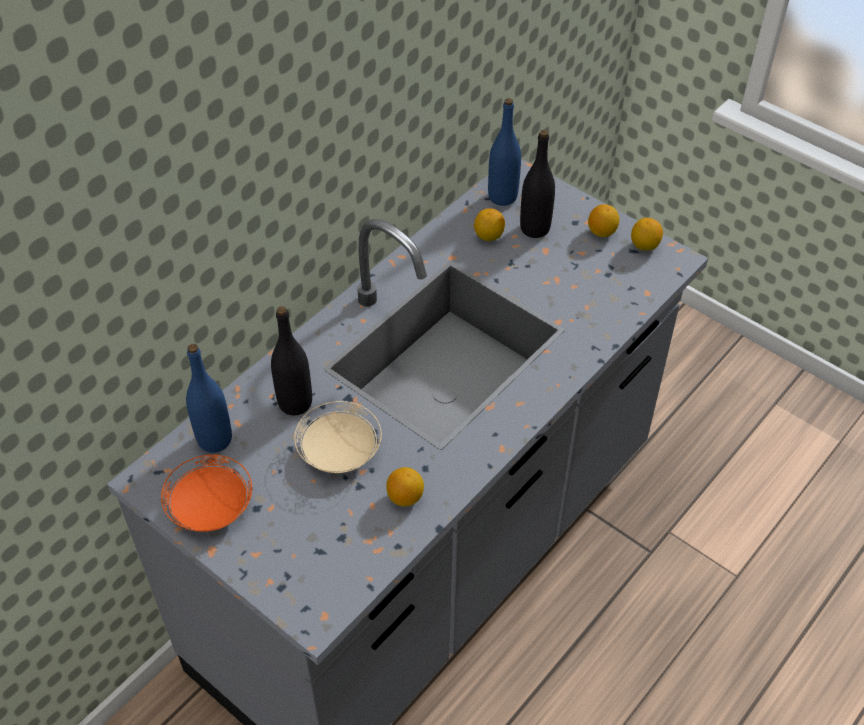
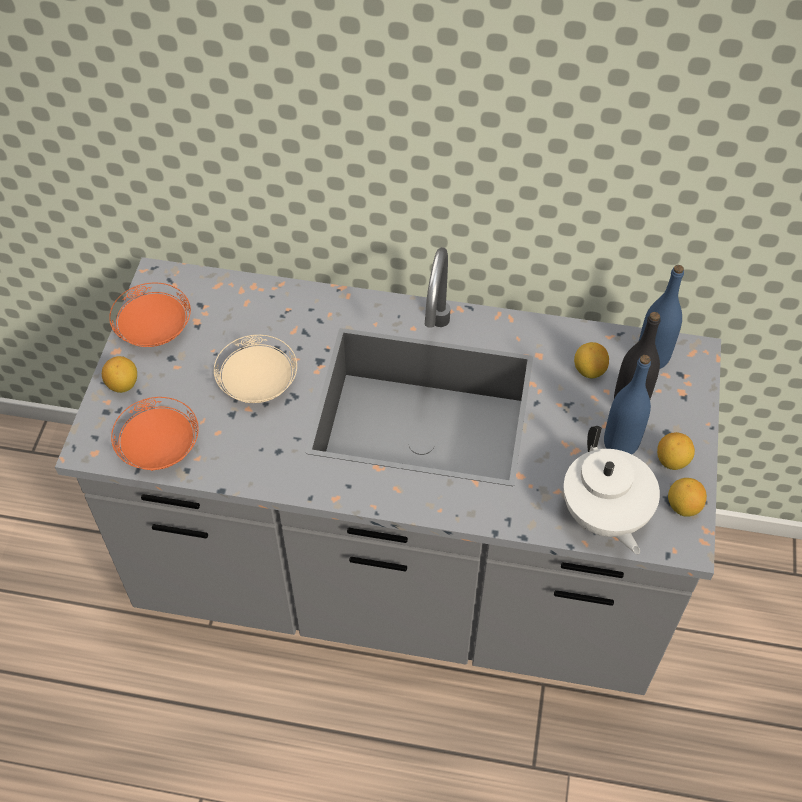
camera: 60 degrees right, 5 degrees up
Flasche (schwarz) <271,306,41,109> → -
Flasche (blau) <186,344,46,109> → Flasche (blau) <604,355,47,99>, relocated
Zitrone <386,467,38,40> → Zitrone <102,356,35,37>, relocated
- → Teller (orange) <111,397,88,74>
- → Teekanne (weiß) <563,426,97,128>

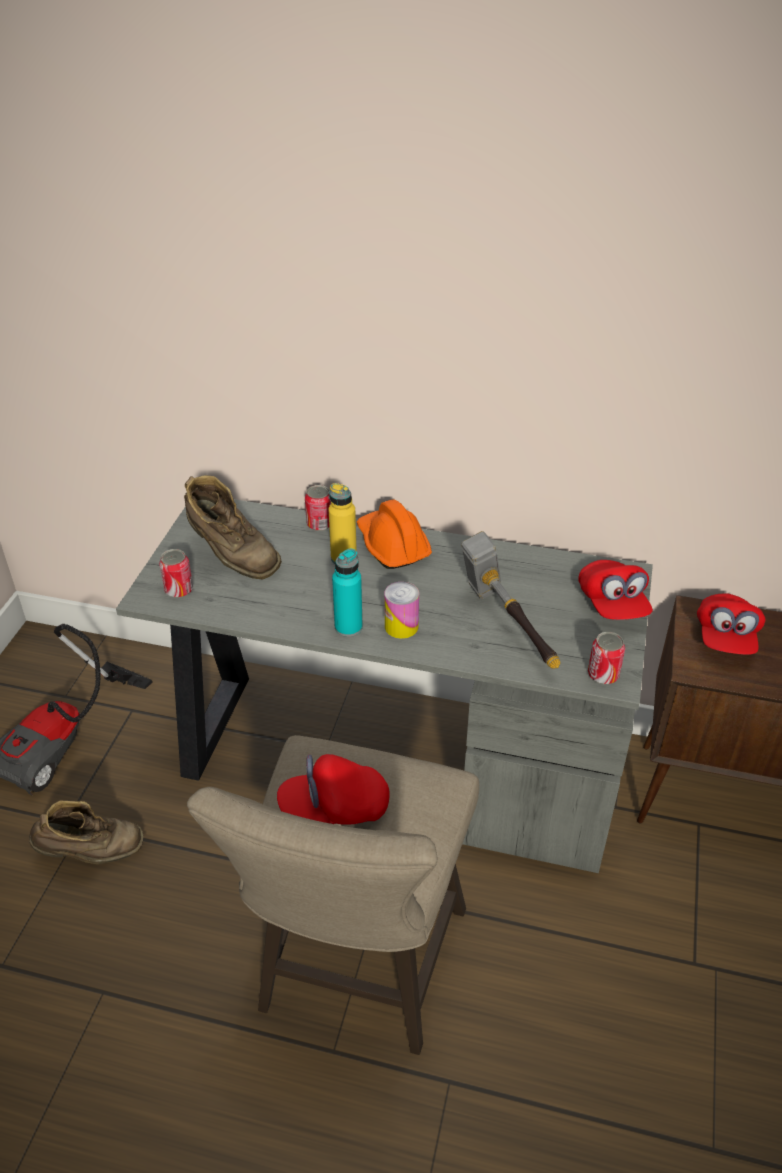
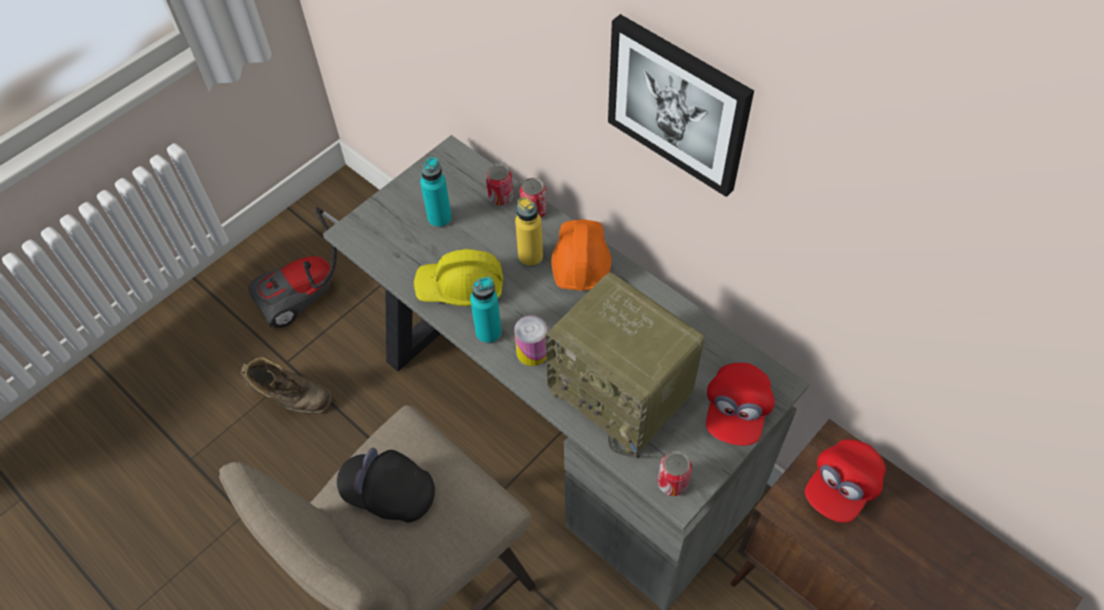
camera: 30 degrees right, 15 degrees up
Stiefel (braun) <184,475,98,105> → Flasche (türkis) <420,157,32,71>
Hammer <461,531,99,138> → Radio <545,272,160,186>
Dose <159,549,34,49> → Dose <486,164,27,41>, relocated
Kappe (rot) <277,754,113,71> → Kappe (schwarz) <337,448,98,74>
- → Bild <608,14,146,183>
- → Schutzhelm (gelb) <414,249,89,57>

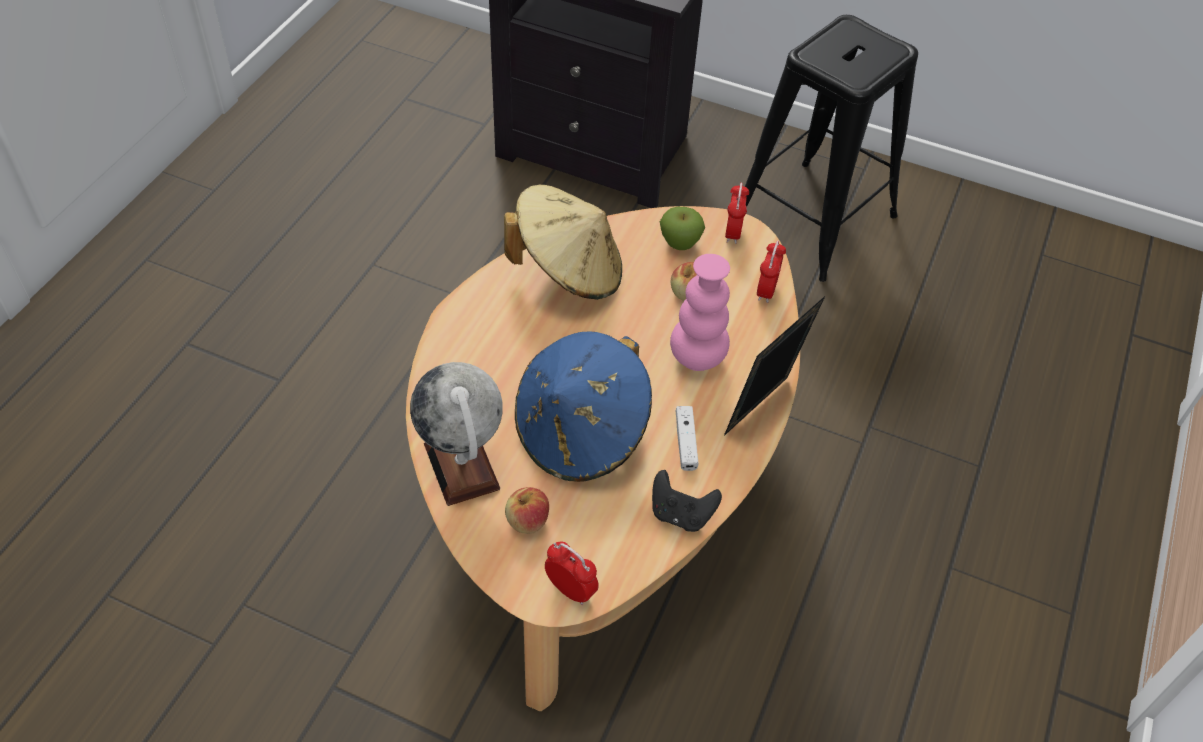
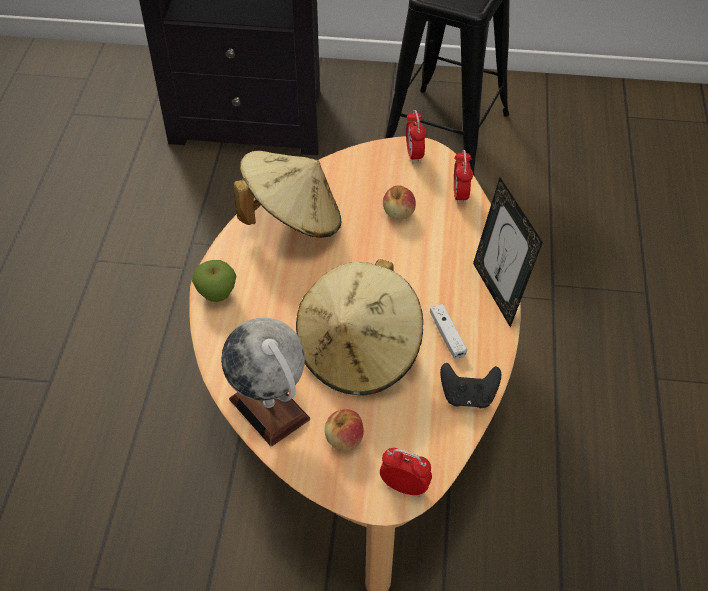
camera: 15 degrees left, 0 degrees up
Apfel <660,207,45,43> → Apfel <192,260,44,42>, relocated
Vase (rosa) <670,254,60,117> → -
Bilderrahmen <724,296,101,140> → Bilderrahmen <473,177,70,151>, 45 degrees counterclockwise
Hut (blau) <515,332,137,150> → Hut (beige) <296,259,127,137>

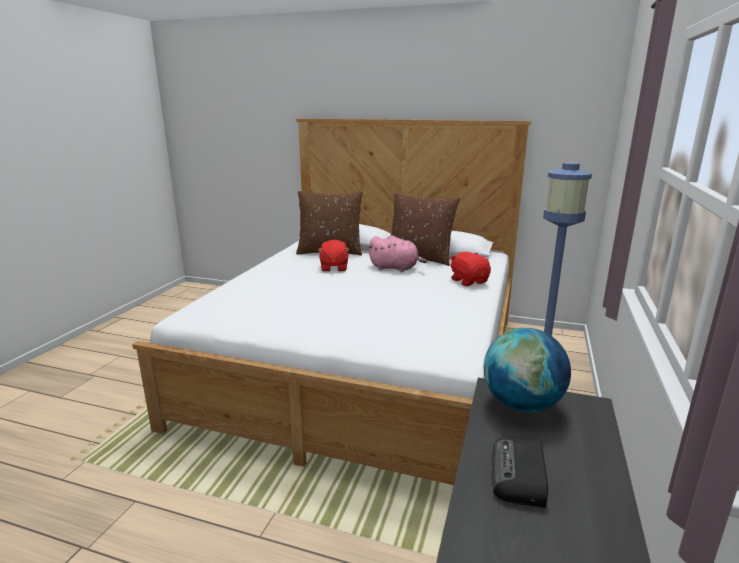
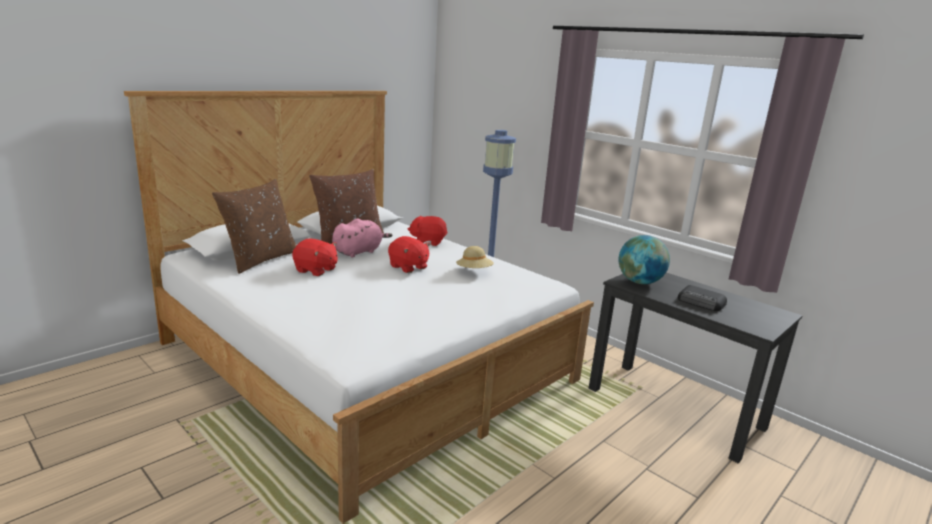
camera: 65 degrees left, 0 degrees up
- → Plüschtier (rot) <388,236,42,37>
- → Hut (beige) <456,246,38,22>

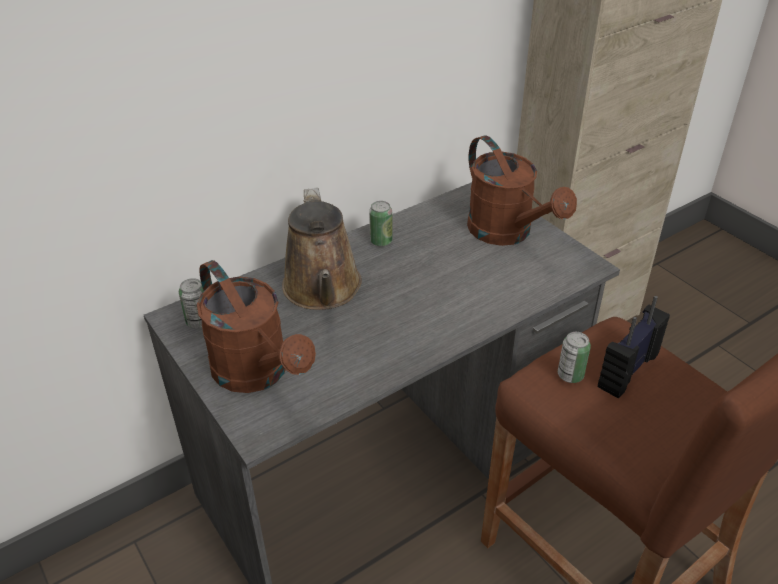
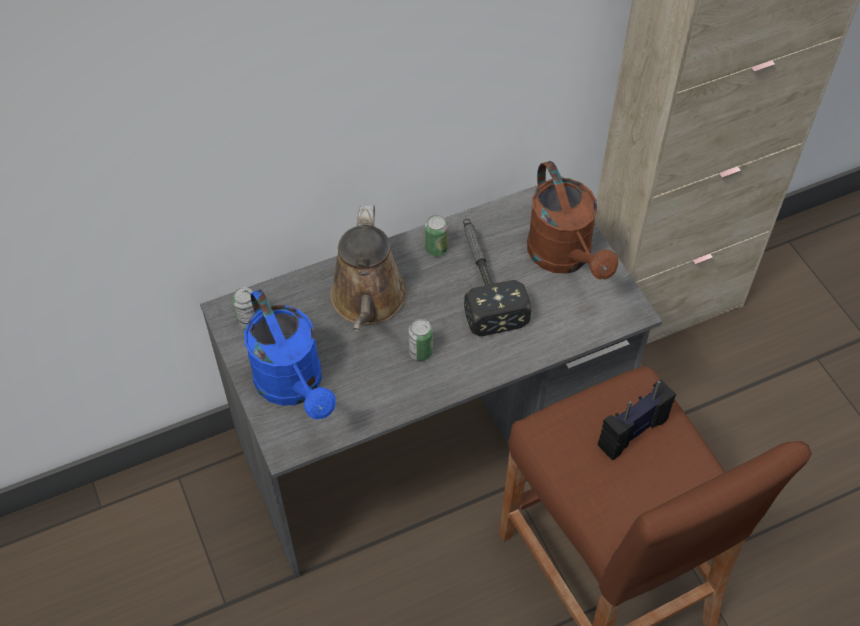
camera: 10 degrees right, 15 degrees up
Gießkanne (braun) <197,260,119,133> → Gießkanne (blau) <244,289,92,131>
Dose <558,332,33,51> → Dose <408,319,25,42>, relocated
- → Hammer <463,219,68,117>

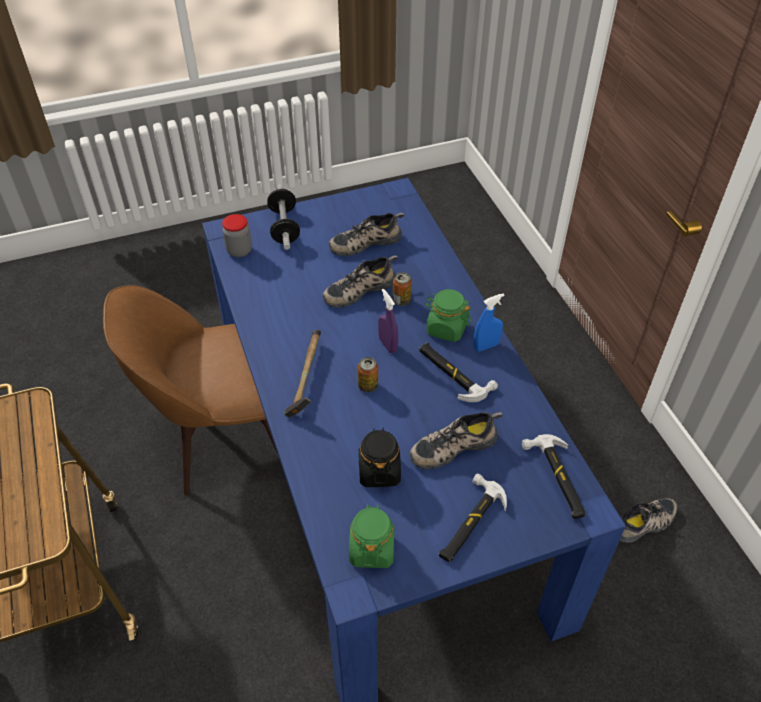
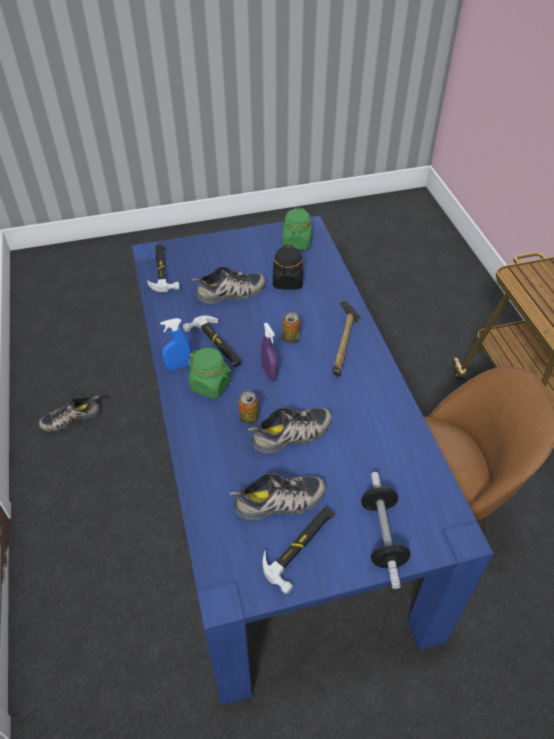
camera: 175 degrees left, 0 degrees up
Vorratsglas <222,214,30,43> → -
Hammer <439,473,68,89> → Hammer <263,507,72,87>, relocated

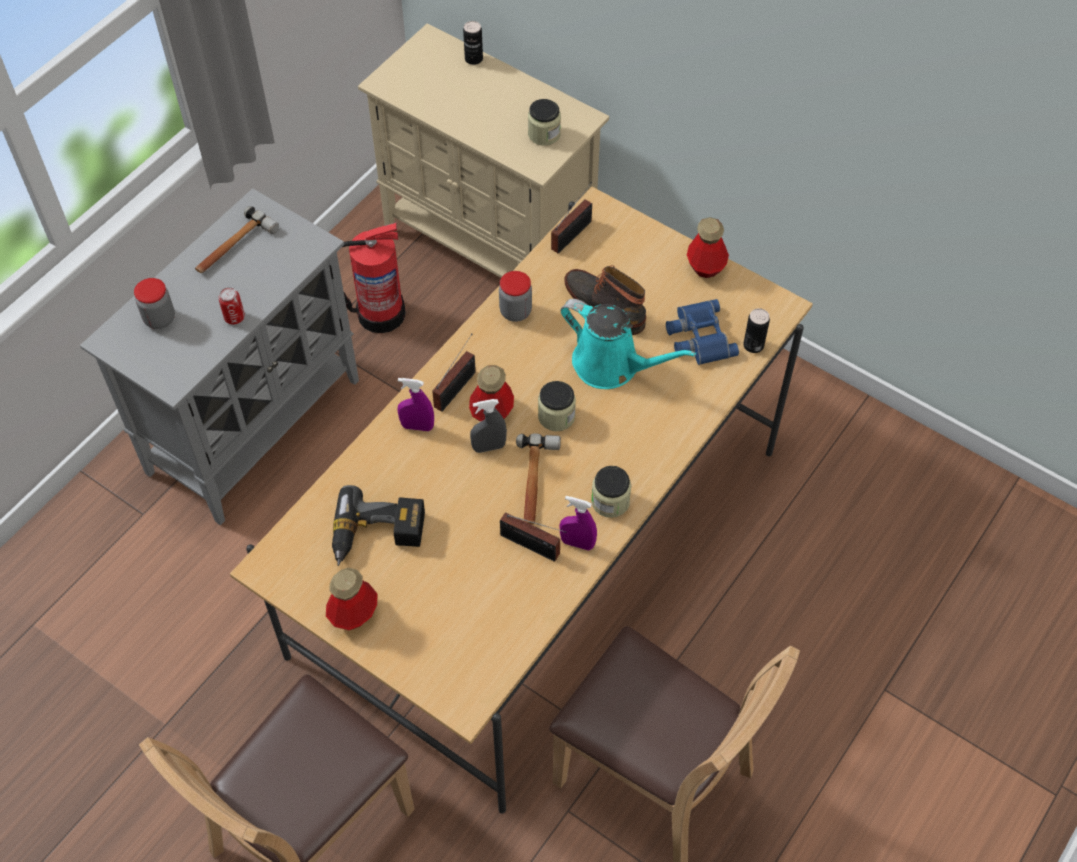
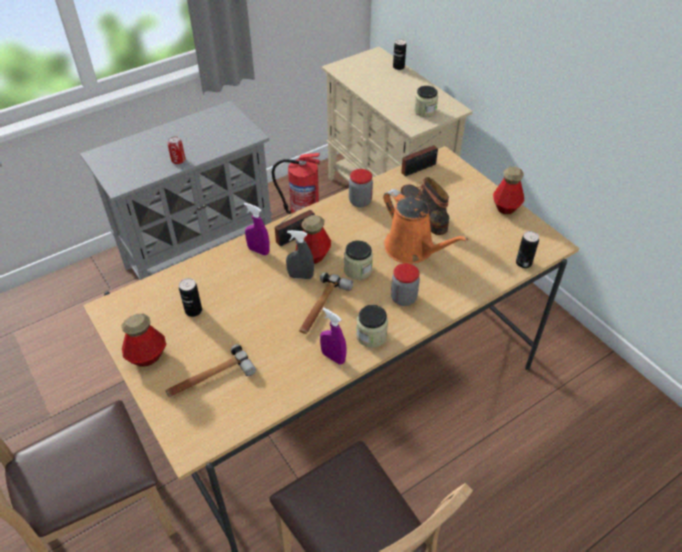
camera: 20 degrees right, 10 degrees down
Hammer <195,206,84,67> → Hammer <165,344,91,53>, relocated
Vorratsglas <134,278,41,51> → Vorratsglas <391,263,29,43>, relocated
Gießkanne (türkis) <560,299,136,90> → Gießkanne (orange) <383,189,85,75>
Fernglas (blau) <666,299,73,66> → -
Bohrmaschine <332,485,93,81> → Dose <179,278,23,39>
Radio <500,512,66,50> → -

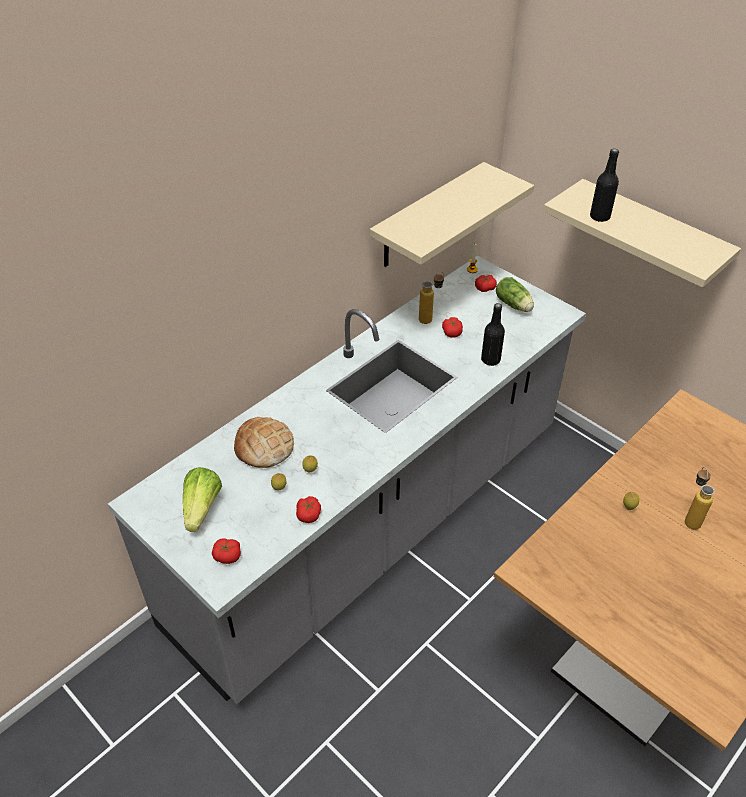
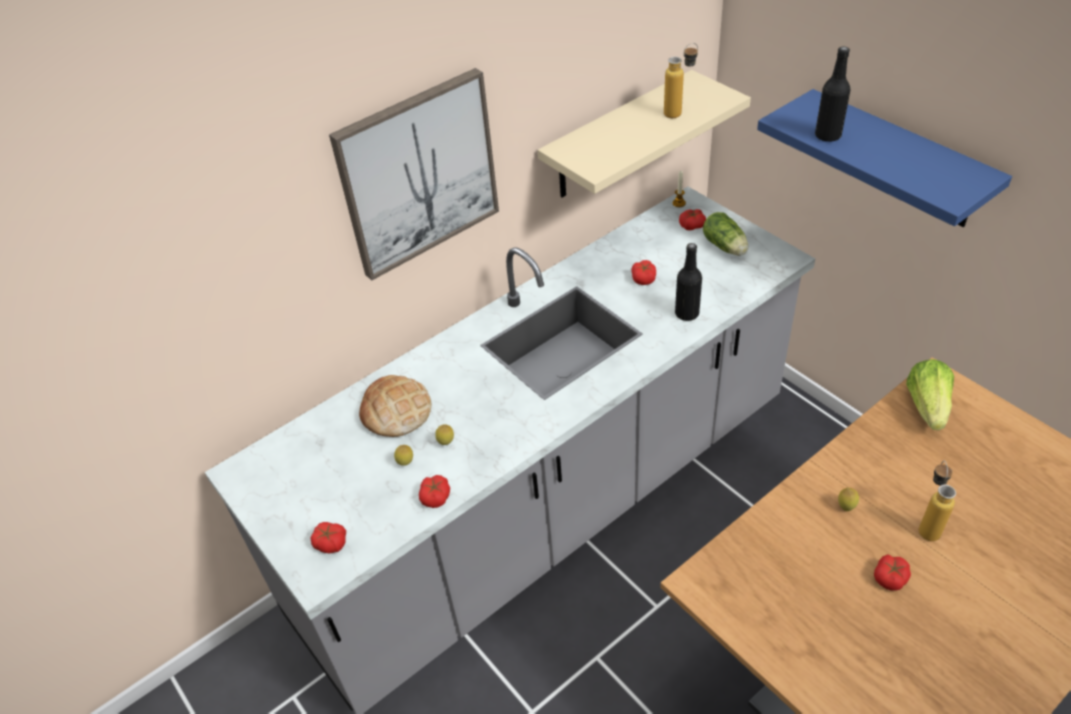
camera: 10 degrees right, 0 degrees up
Wandregal (beige) <543,179,198,109> → Wandregal (blau) <757,89,255,138>
Flasche <419,272,25,52> → Flasche <664,43,34,75>, relocated
Salatkopf <183,467,39,65> → Salatkopf <906,359,48,71>, relocated
- → Bild <329,68,170,212>
- → Tomate <874,555,37,36>

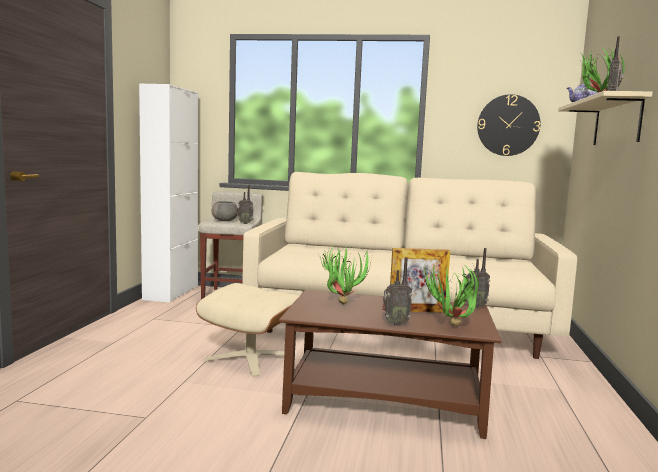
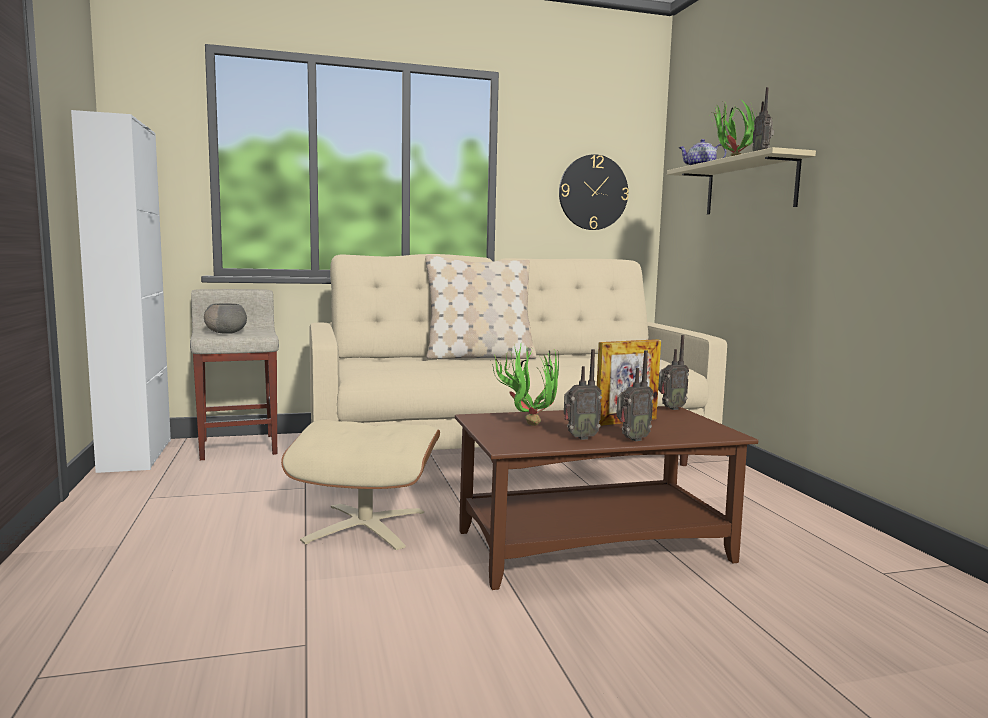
camera: 25 degrees left, 0 degrees up
Radio <237,185,16,39> → Radio <564,349,38,91>, relocated
Topfpflanze <422,264,57,62> → -
- → Kissen (beige) <425,255,111,104>

